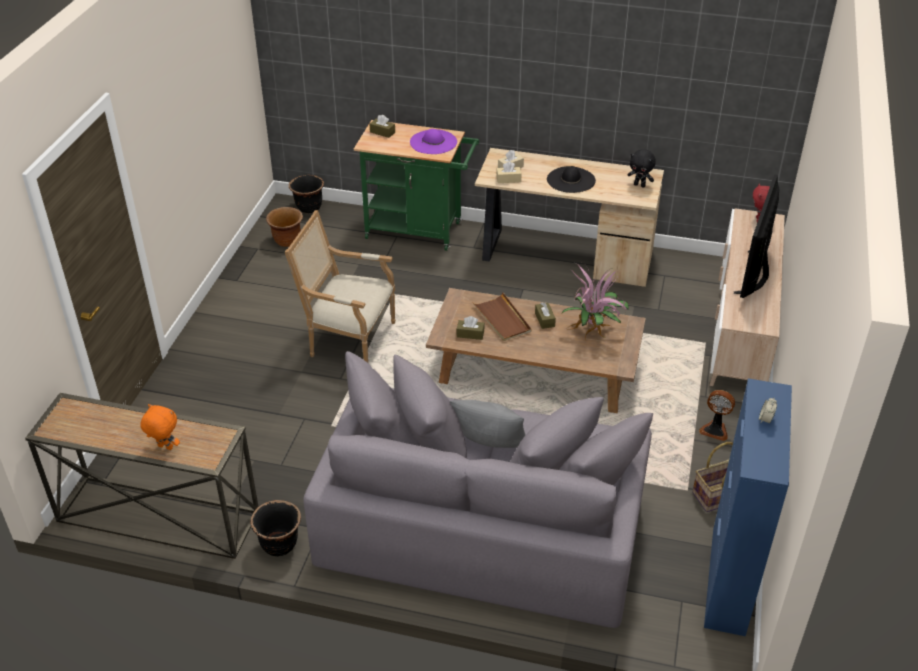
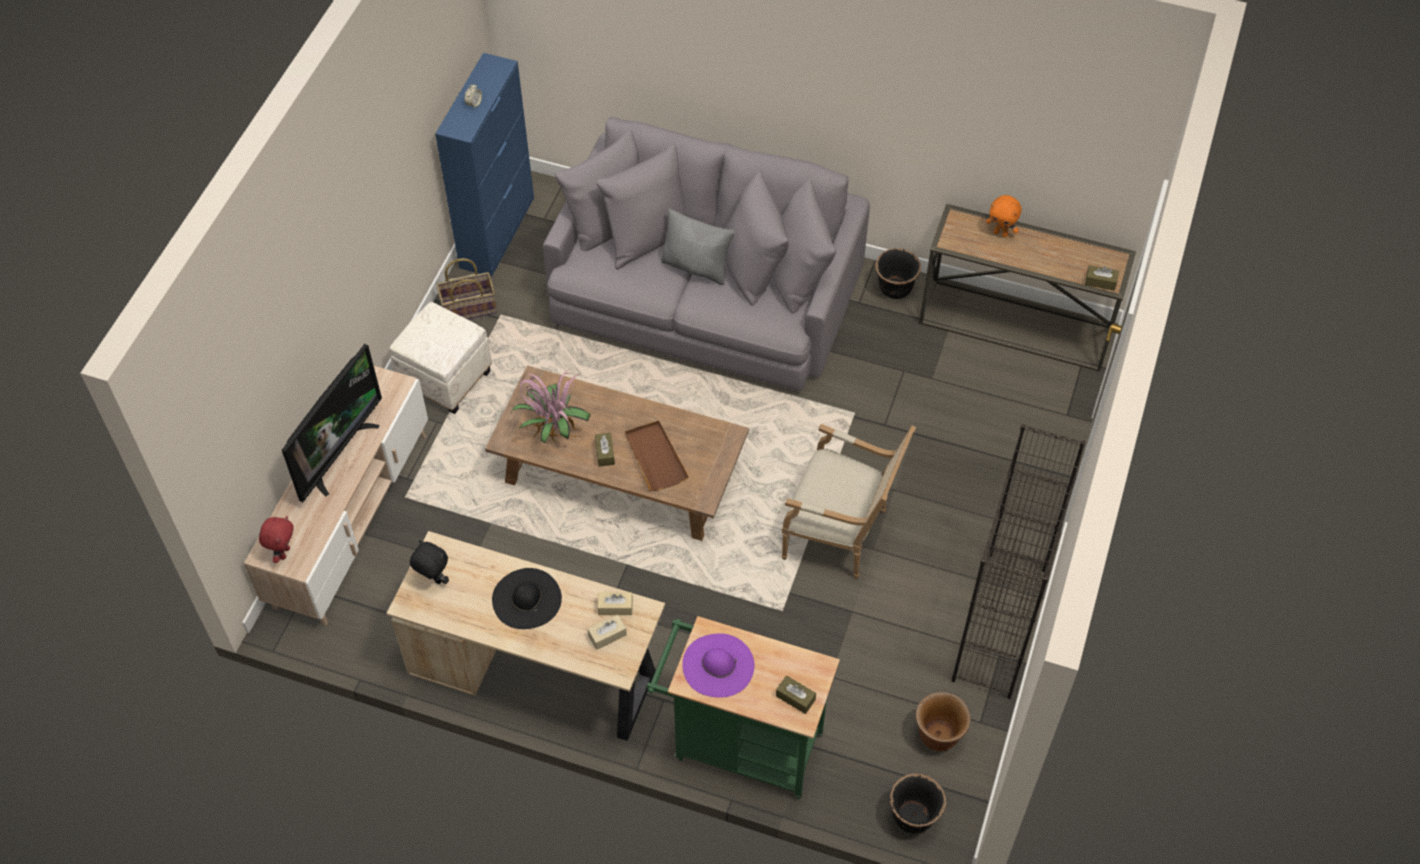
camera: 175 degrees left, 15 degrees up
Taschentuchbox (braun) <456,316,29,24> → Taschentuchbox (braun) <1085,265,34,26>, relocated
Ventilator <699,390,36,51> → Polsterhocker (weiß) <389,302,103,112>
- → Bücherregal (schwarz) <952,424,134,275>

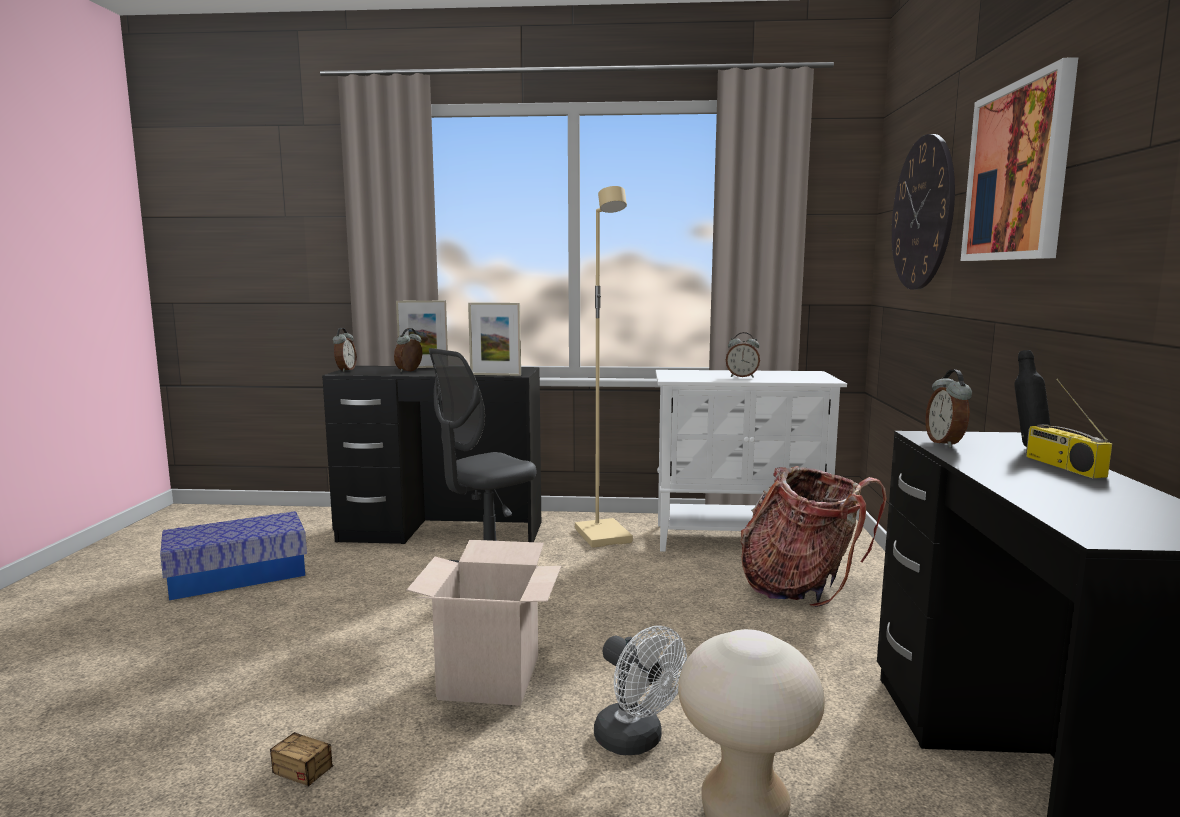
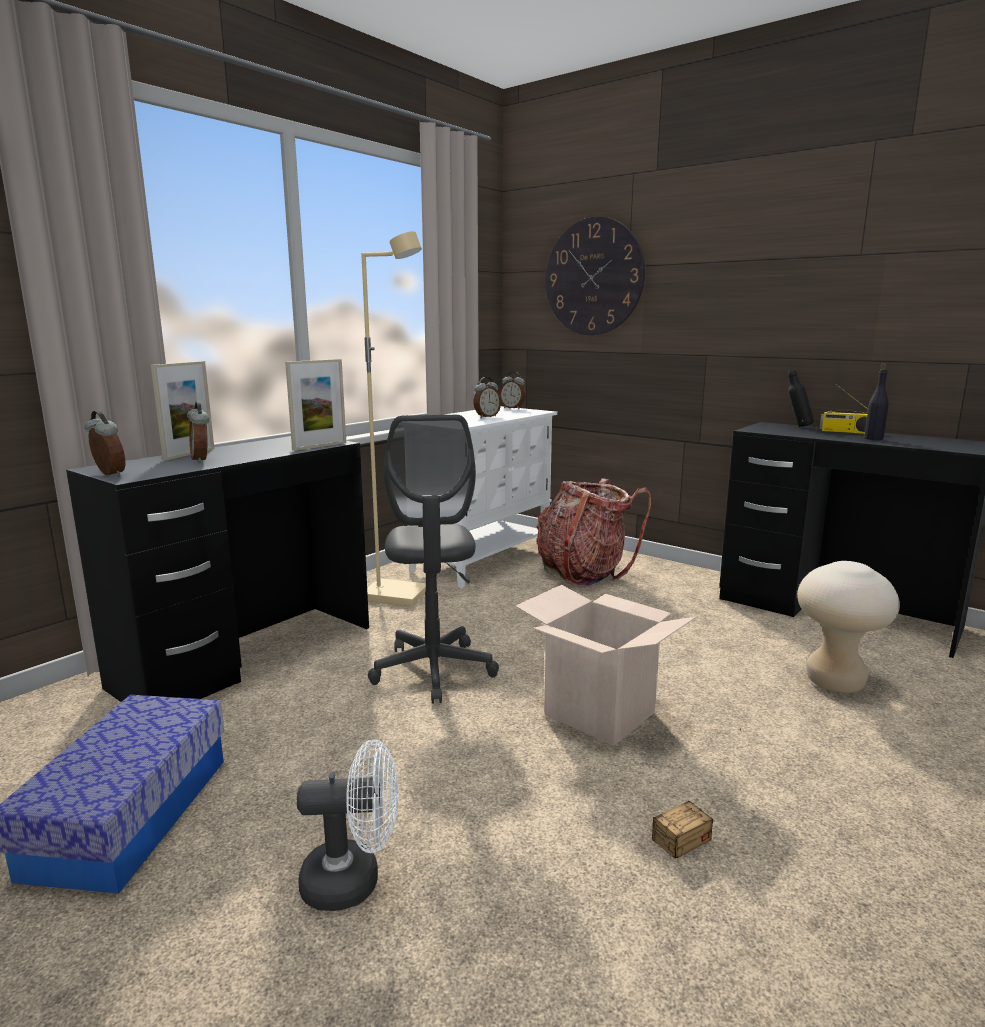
camera: 55 degrees left, 5 degrees up
Bild <961,57,117,204> → -
Wecker <925,369,47,79> → Wecker <499,372,27,37>, relocated
Ventilator (weiß) <594,626,93,129> → Ventilator (weiß) <297,739,102,172>, relocated
- → Flasche (schwarz) <864,363,25,77>

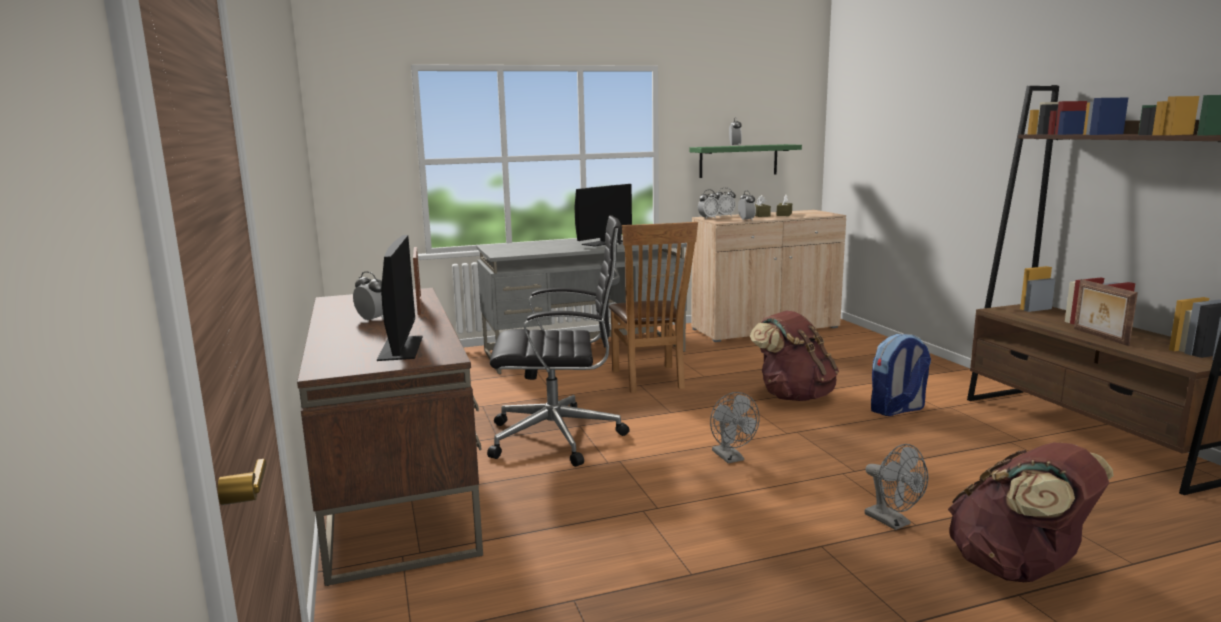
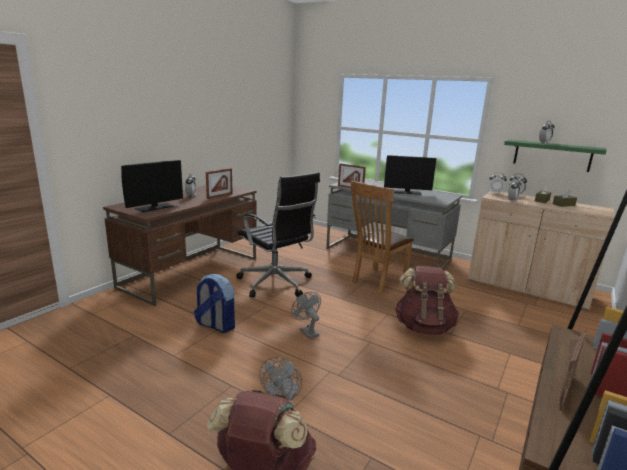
camera: 50 degrees right, 5 degrees up
Rucksack <871,334,60,82> → Rucksack <194,274,41,59>, relocated
Ventilator (grau) <710,392,50,71> → Ventilator (grau) <291,292,30,47>, 120 degrees clockwise
- → Bilderrahmen <338,163,28,25>

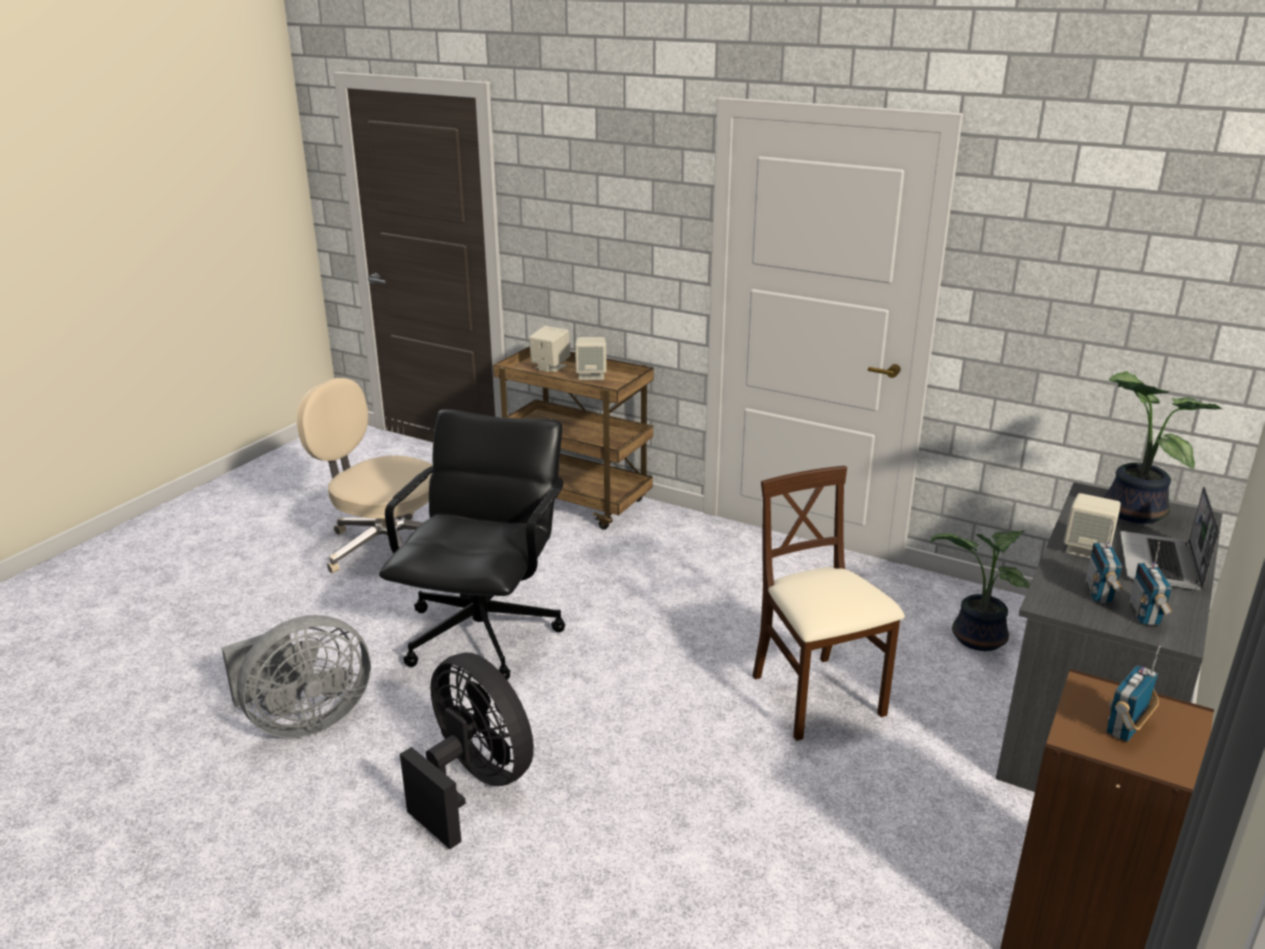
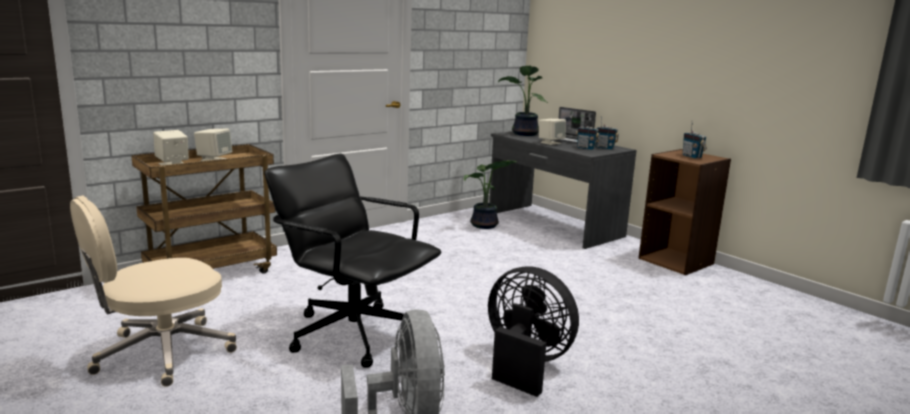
camera: 70 degrees left, 10 degrees down
Stuhl (beige) <753,466,152,275> → -
Ventilator (schwarz) <400,653,134,196> → Ventilator (schwarz) <488,267,91,130>, 60 degrees clockwise

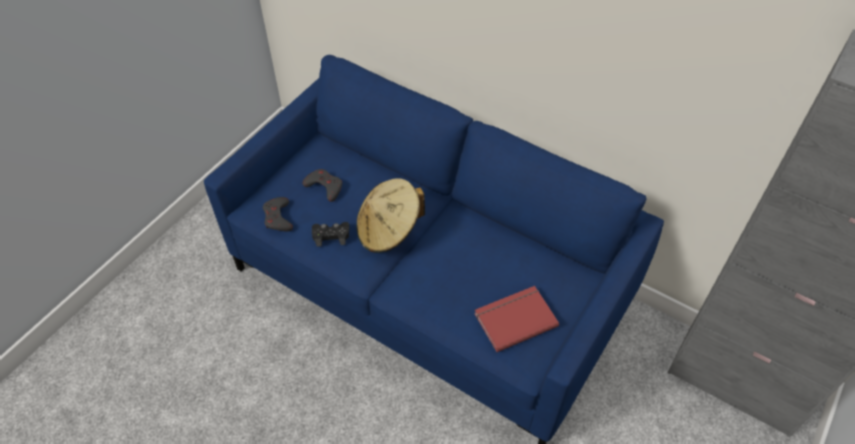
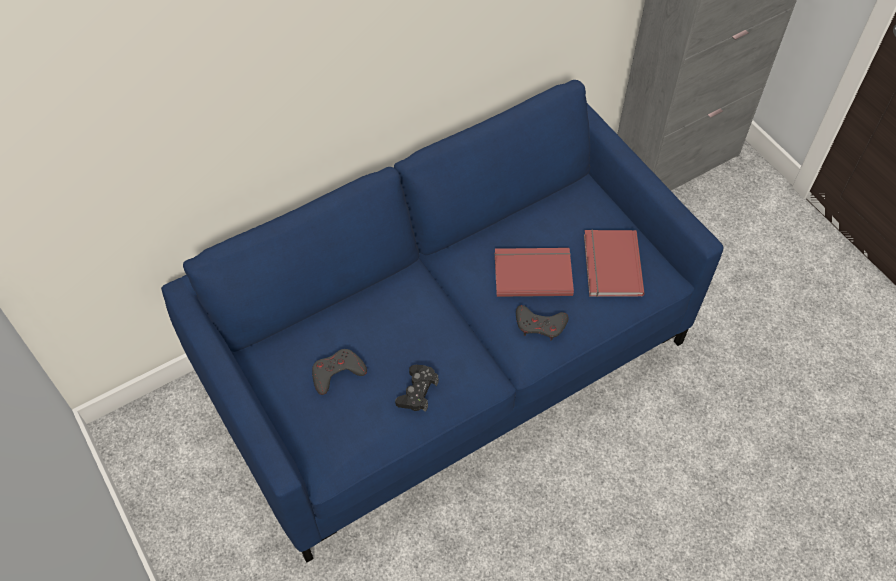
camera: 65 degrees left, 5 degrees up
Hut (beige) <357,178,68,75> → -
Gamepad (grau) <263,197,30,35> → Gamepad (grau) <516,305,52,35>, relocated
- → Buch (rot) <494,248,80,49>

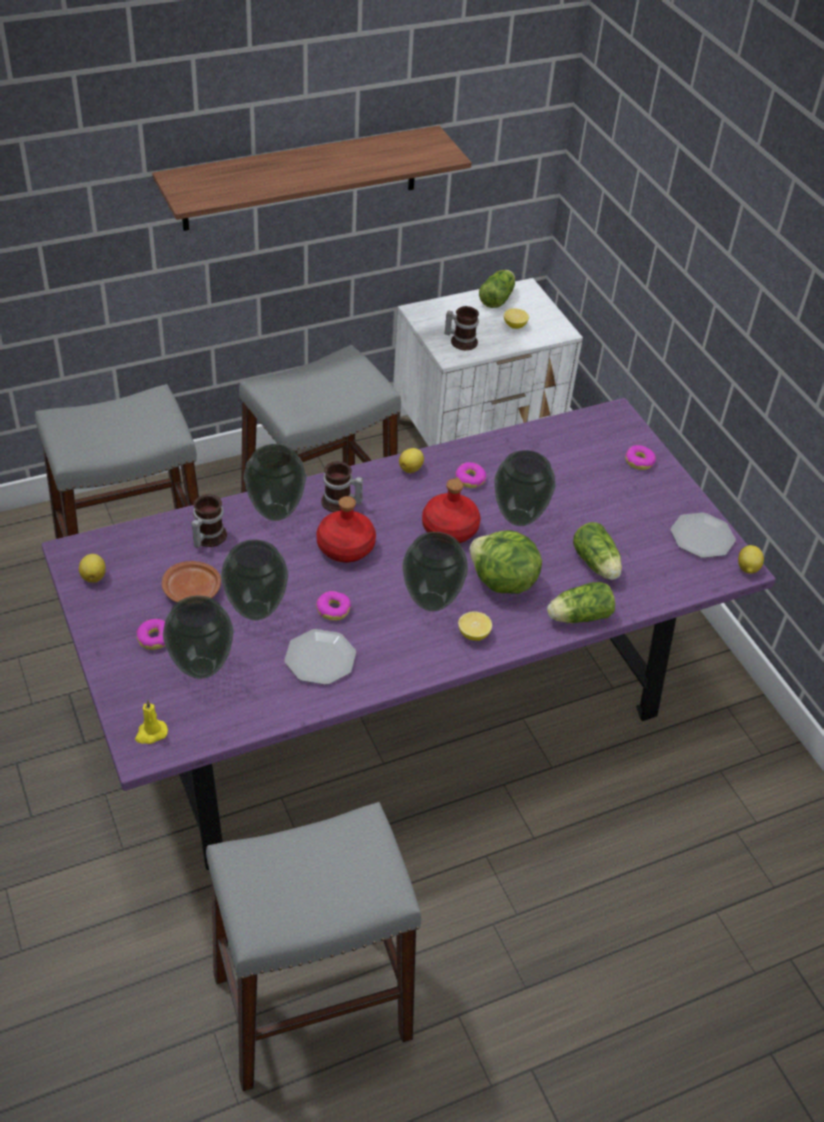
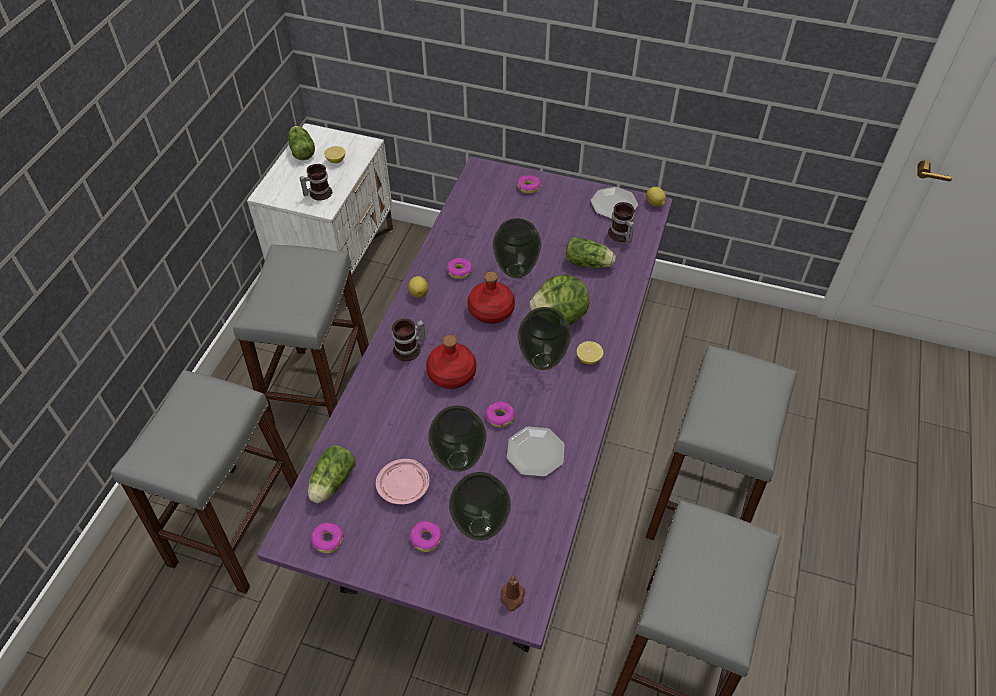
camera: 45 degrees left, 5 degrees up
Wandregal <152,126,319,105> → -
Vase <244,444,62,77> → -
Henkelbecher <191,494,36,54> → Henkelbecher <608,202,27,41>, relocated
Zitrone <79,554,27,29> → Donut <311,522,33,31>
Teller (braun) <162,561,59,41> → Teller (rosa) <376,459,53,46>
Salatkopf <547,582,68,41> → Salatkopf <308,445,47,58>, relocated
Kerze (gelb) <135,700,33,44> → Kerze (braun) <501,576,24,36>
- → Hocker (grau) <645,345,152,196>

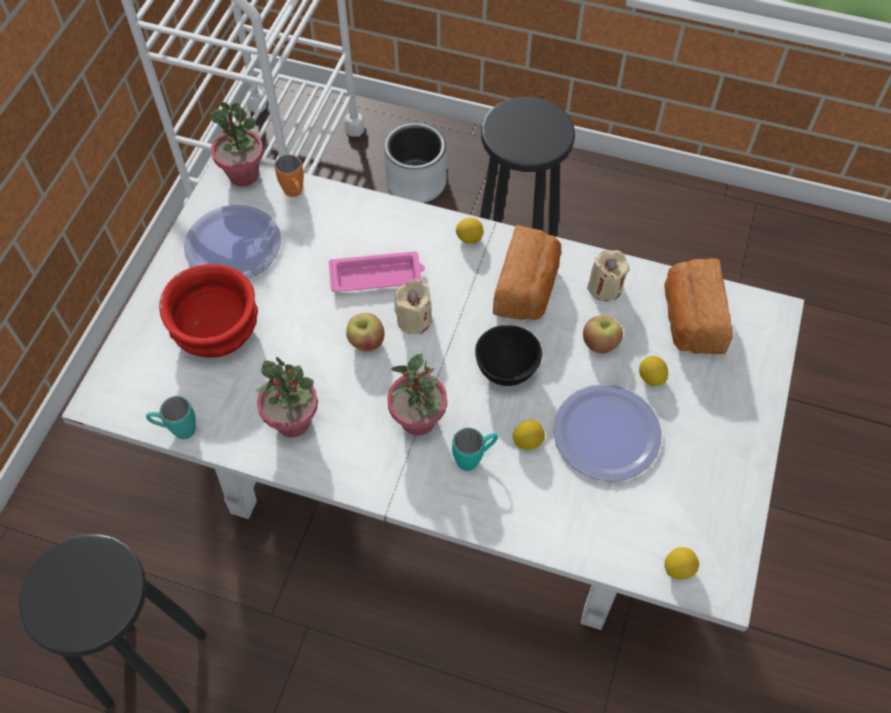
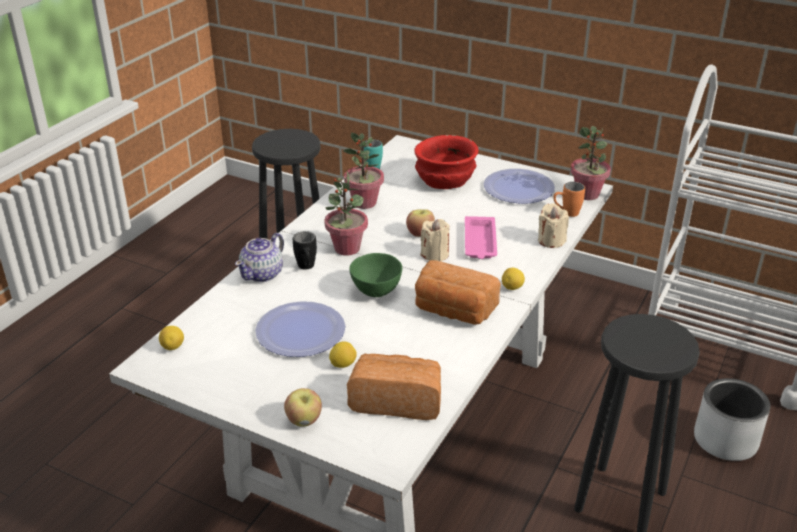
camera: 100 degrees right, 25 degrees down
Kerze (beige) <587,250,42,51> → Kerze (beige) <538,203,31,45>, relocated
Apfel <583,315,40,38> → Apfel <284,388,38,39>, relocated
Schüssel (schwarz) <475,325,67,61> → Schüssel (grün) <349,253,53,44>
Zitrone <513,420,32,30> → -
Henkelbecher (türkis) <452,428,46,43> → Henkelbecher (schwarz) <293,231,24,39>
- → Teekanne <235,233,49,49>

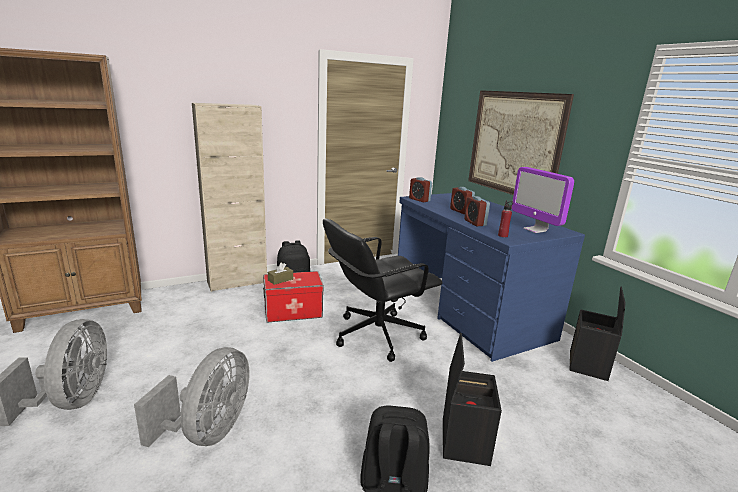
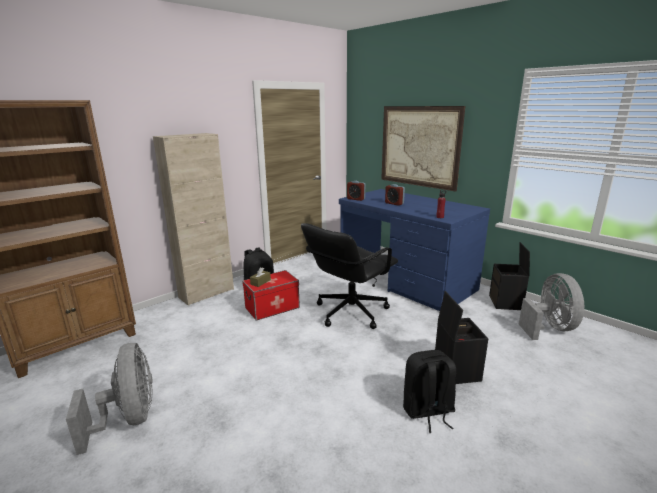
camera: 15 degrees left, 0 degrees up
Monitor <512,167,62,66> → -
Wecker <464,196,26,30> → -
Ventilator (grau) <134,347,115,100> → Ventilator (grau) <519,273,65,67>, relocated

